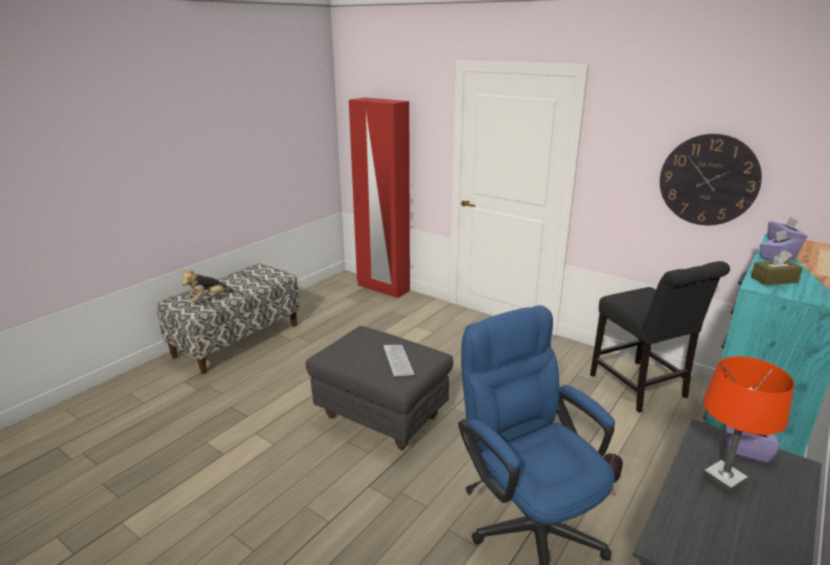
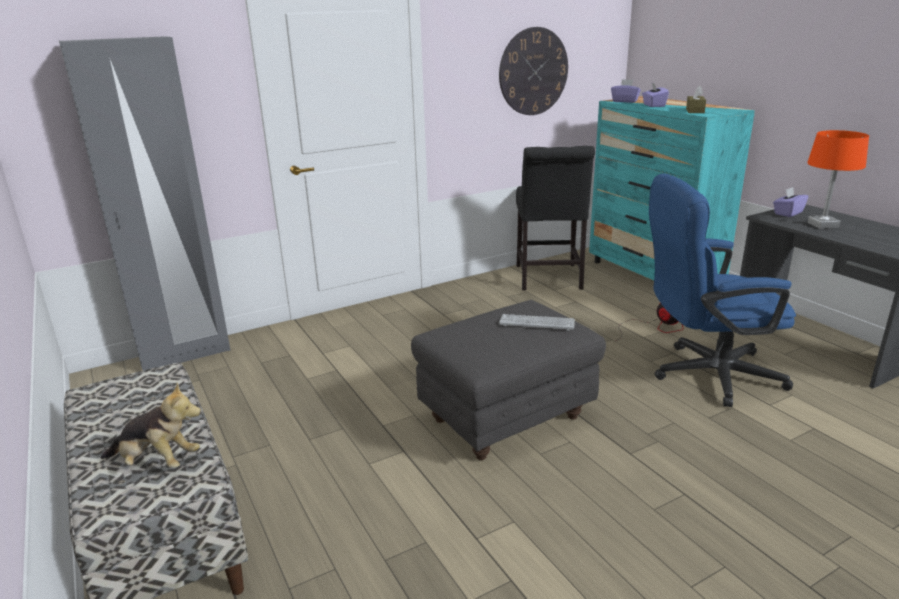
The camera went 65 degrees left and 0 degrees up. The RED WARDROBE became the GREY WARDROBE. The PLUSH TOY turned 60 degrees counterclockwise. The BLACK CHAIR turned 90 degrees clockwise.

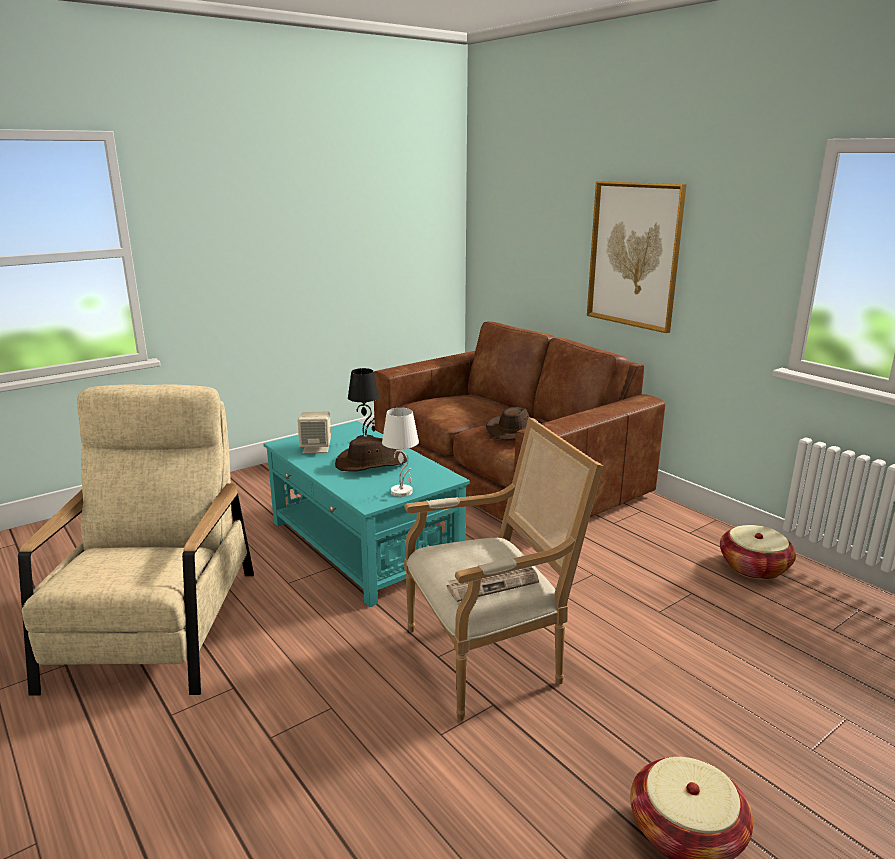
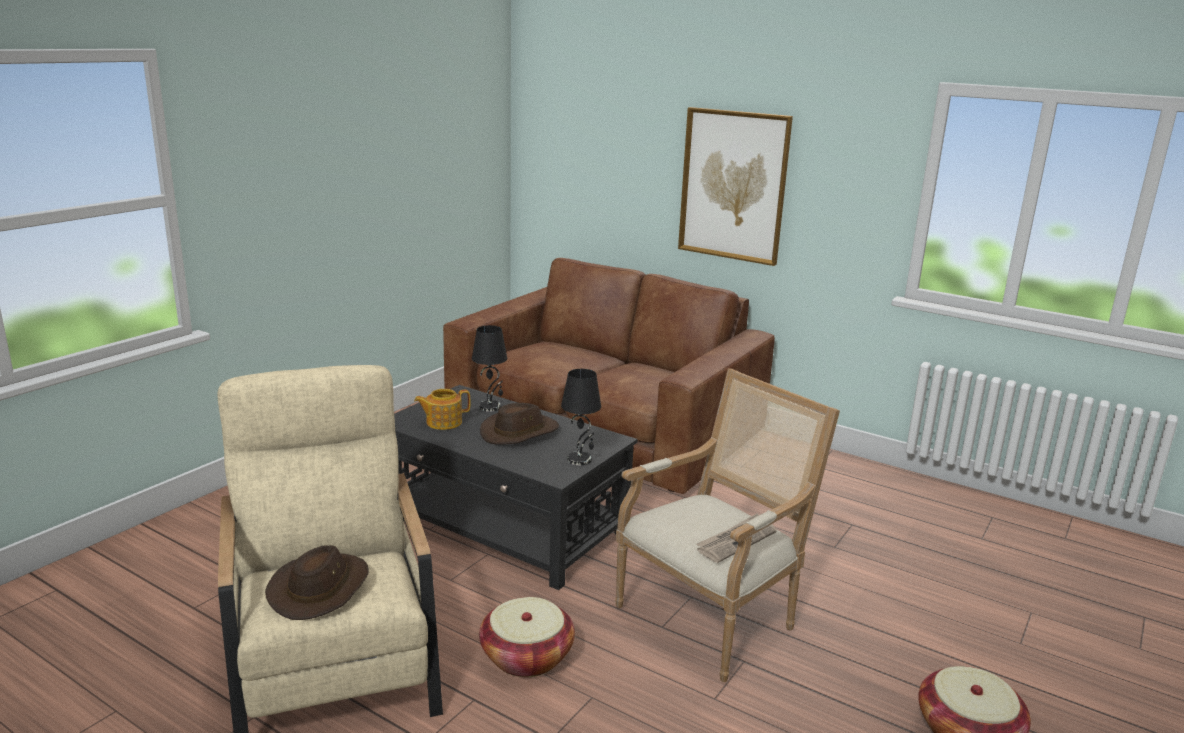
The camera went 20 degrees left and 0 degrees up. The BROWN HAT (2nd from left in the first image) moved. The TURQUOISE COFFEE TABLE became the BLACK COFFEE TABLE. The BEIGE SPEAKER was replaced by the TEAPOT. The BASKET (2nd from left in the first image) moved. The WHITE TABLE LAMP became the BLACK TABLE LAMP (2nd from left).

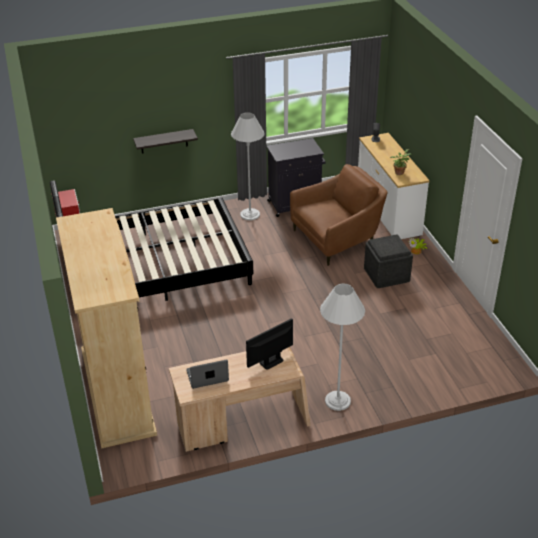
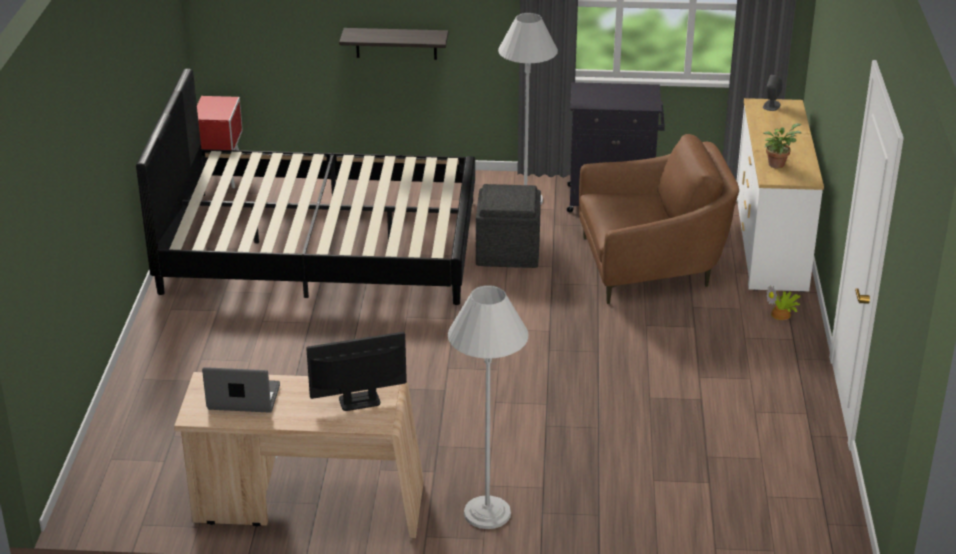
The camera went 20 degrees right and 5 degrees down. The GREY OTTOMAN moved. The BEIGE WARDROBE disappeared.

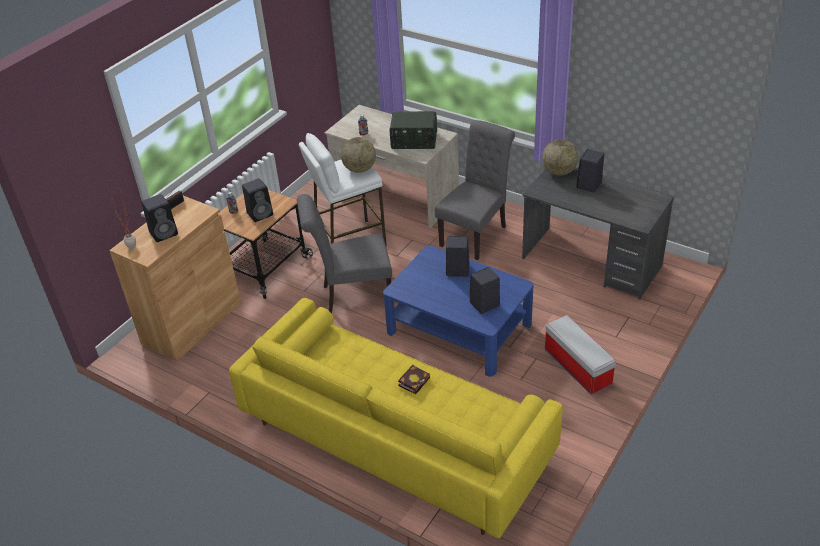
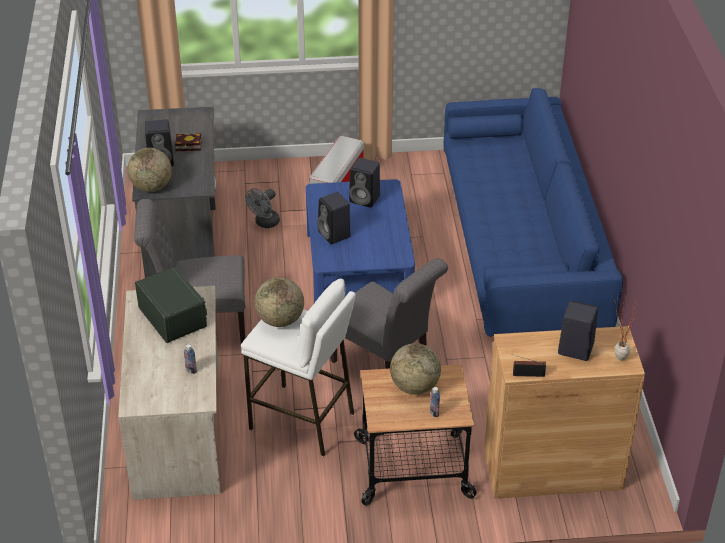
The camera went 130 degrees left and 0 degrees up. The BOOK moved. The GREY FAN appeared. The BLACK SPEAKER (2nd from left) was replaced by the GLOBE (3rd from left). The YELLOW SOFA became the BLUE SOFA.

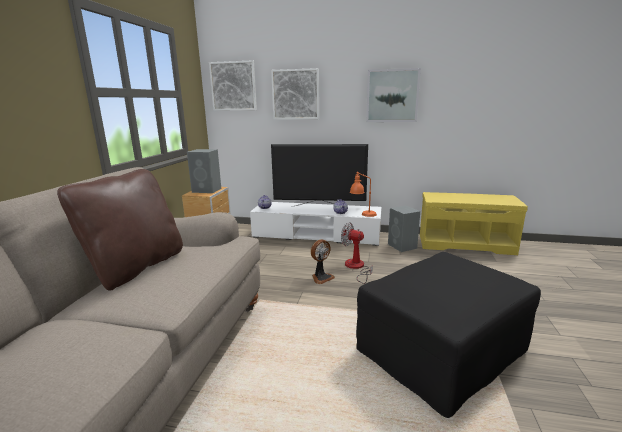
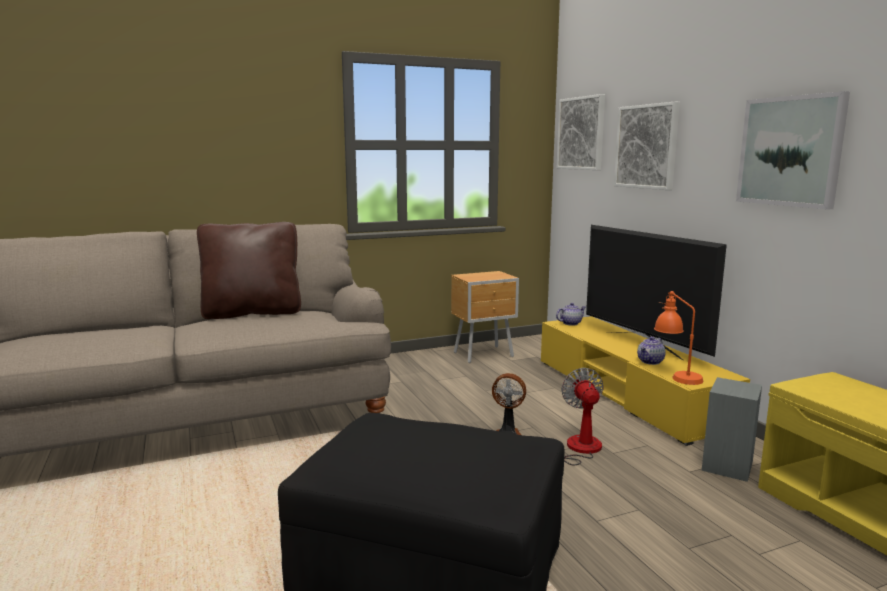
The camera went 55 degrees right and 5 degrees down. The WHITE TV STAND became the YELLOW TV STAND. The GREY SPEAKER (1st from left) disappeared.

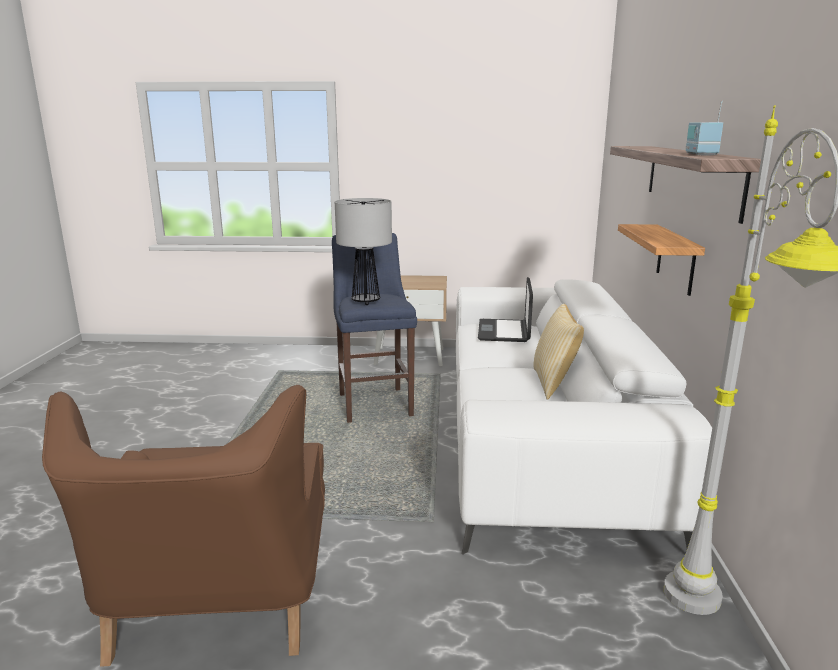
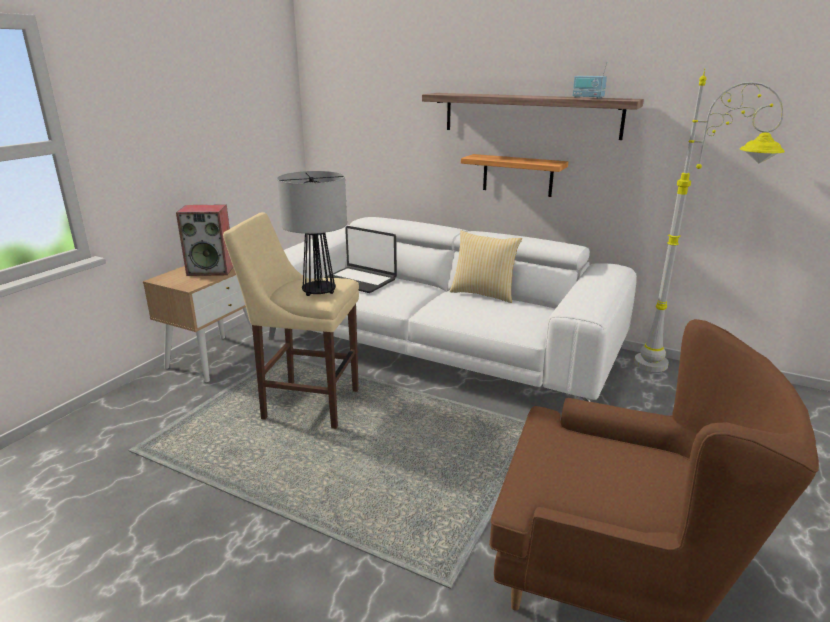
The camera went 65 degrees left and 5 degrees up. The SPEAKER appeared. The BLUE STOOL became the BEIGE STOOL.

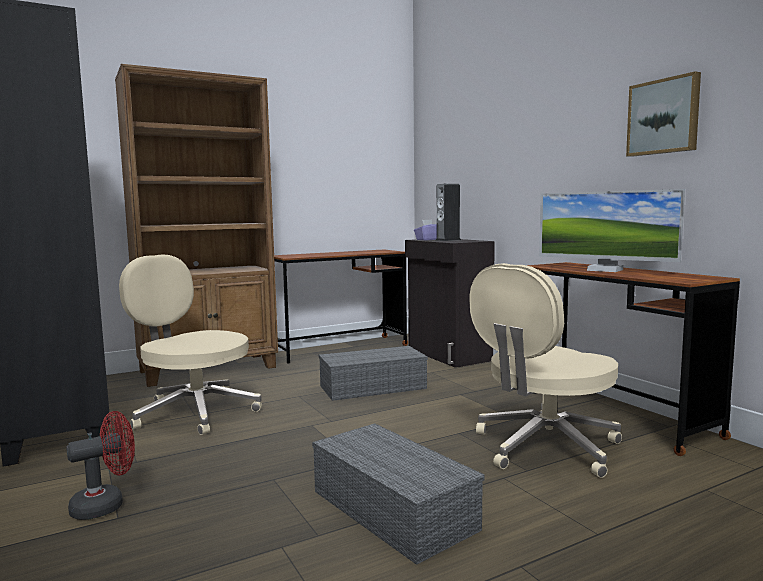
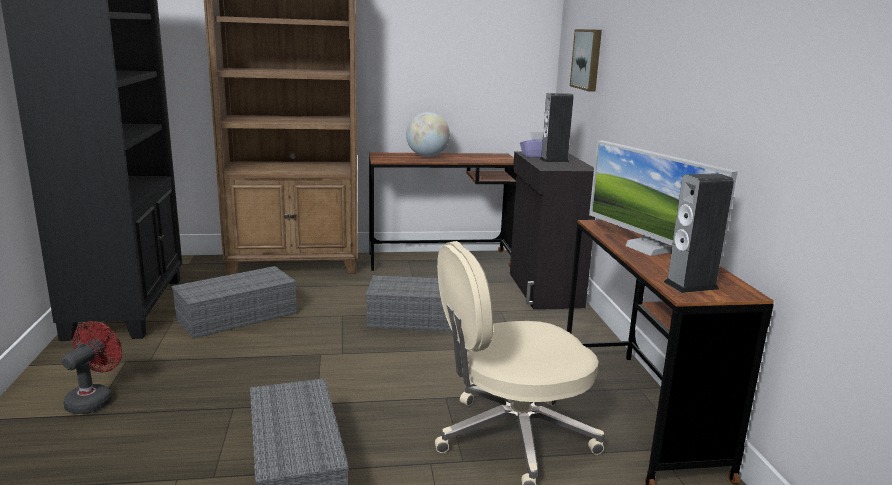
The camera went 20 degrees right and 10 degrees up. The RED FAN turned 60 degrees counterclockwise. The BEIGE OFFICE CHAIR (1st from left) was replaced by the GREY STORAGE BOX (1st from left). The GLOBE appeared. The PICTURE moved. The SPEAKER (2nd from left) appeared.

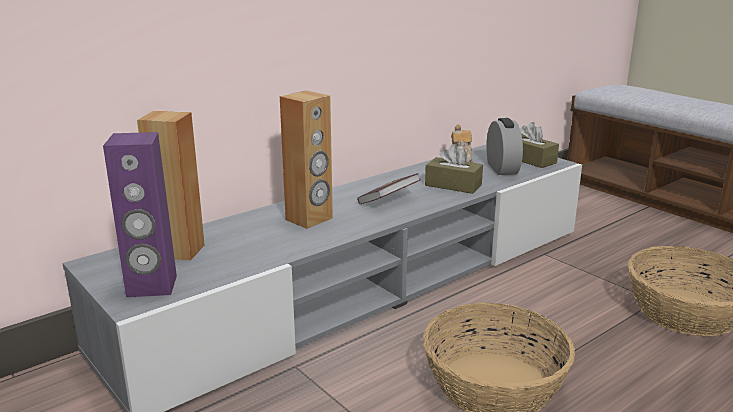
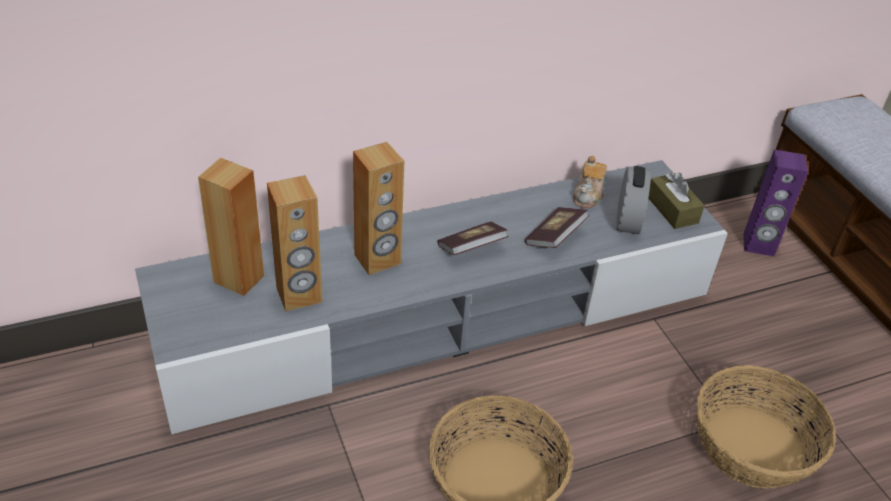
The camera went 15 degrees right and 20 degrees up. The BROWN SPEAKER (2nd from left) appeared. The BROWN TISSUE BOX (1st from left) was replaced by the BOOK (2nd from left). The PURPLE SPEAKER moved.

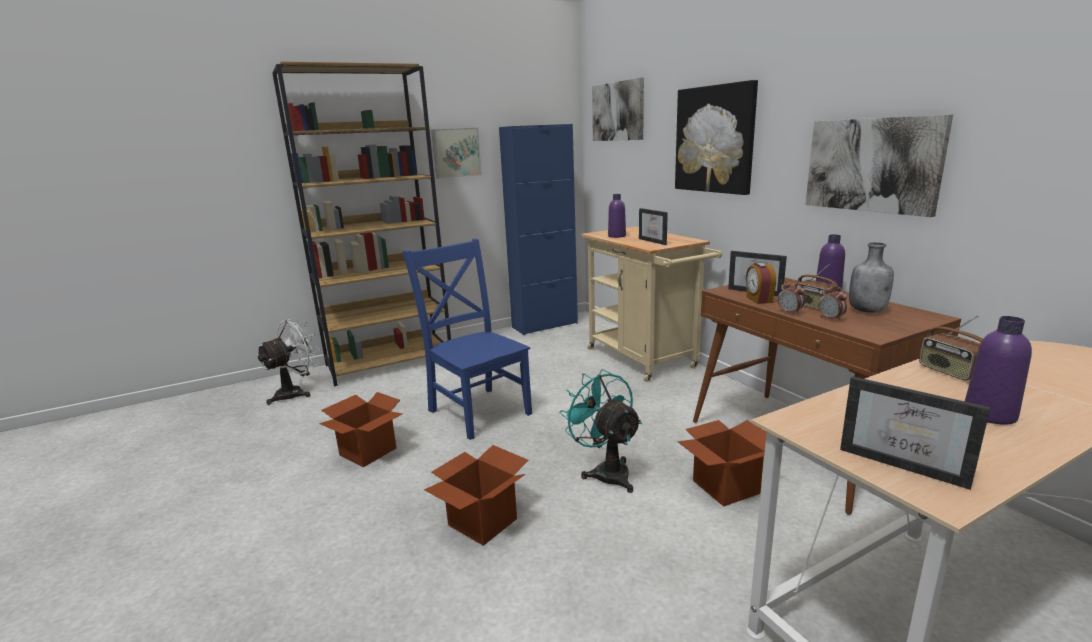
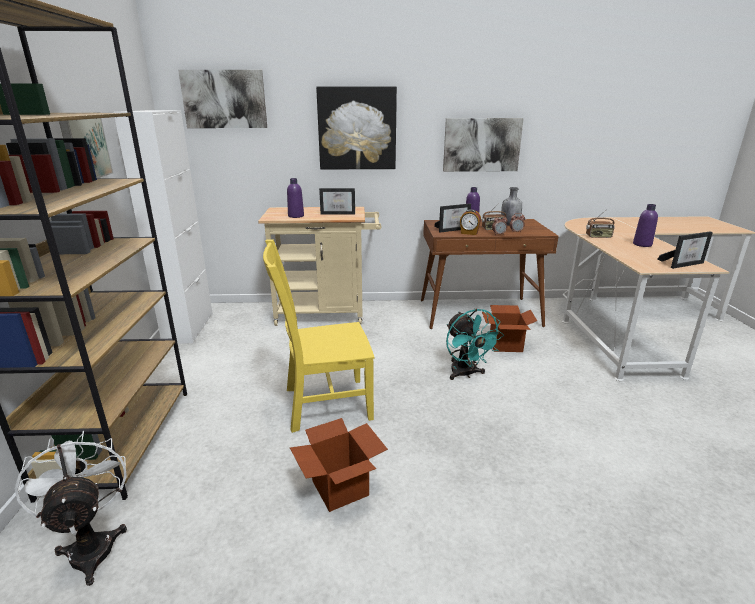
The camera went 65 degrees left and 5 degrees up. The BLUE CABINET became the WHITE CABINET. The BLUE CHAIR became the YELLOW CHAIR. The TURQUOISE FAN turned 105 degrees counterclockwise. The CARDBOARD BOX (2nd from left) disappeared.

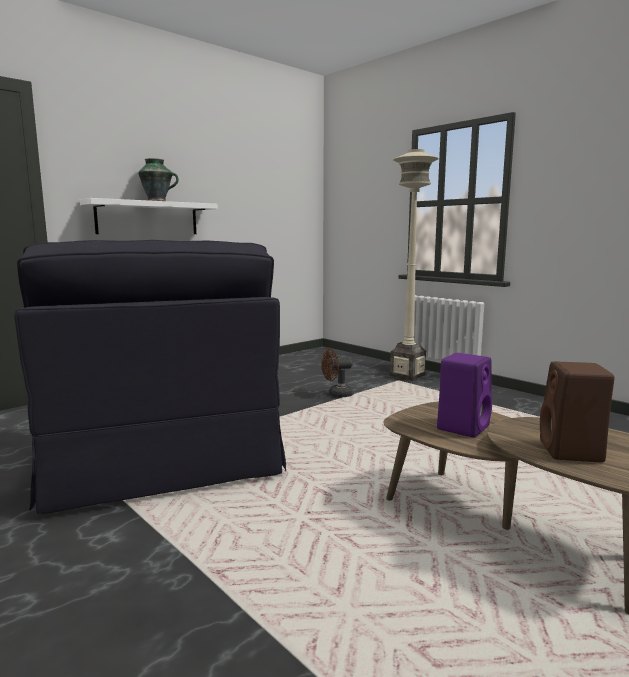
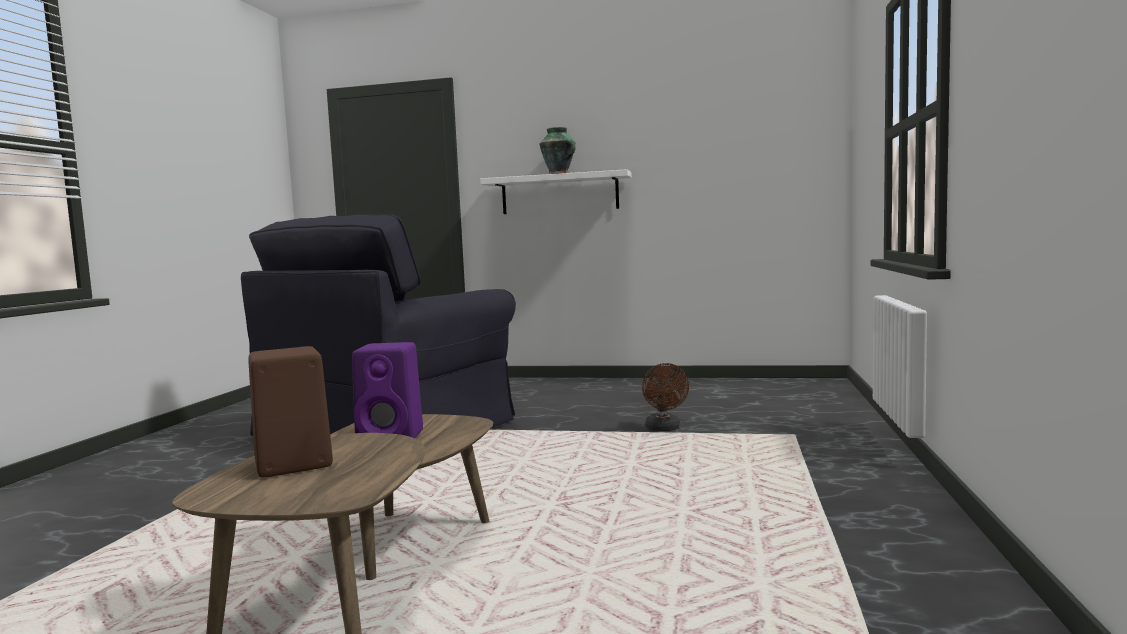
The camera went 55 degrees right and 5 degrees down. The BROWN FAN turned 135 degrees counterclockwise. The BEIGE FLOOR LAMP disappeared.

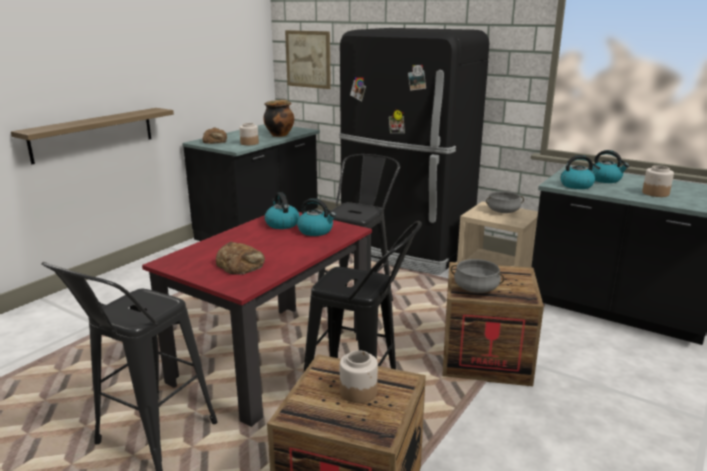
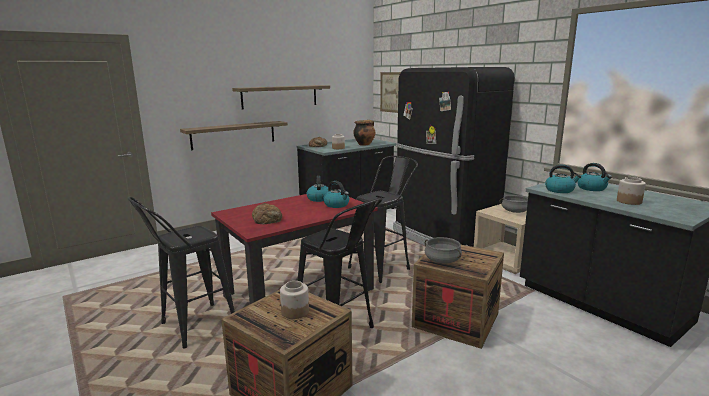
The camera went 20 degrees right and 5 degrees down. The SHELF (2nd from left) appeared.

